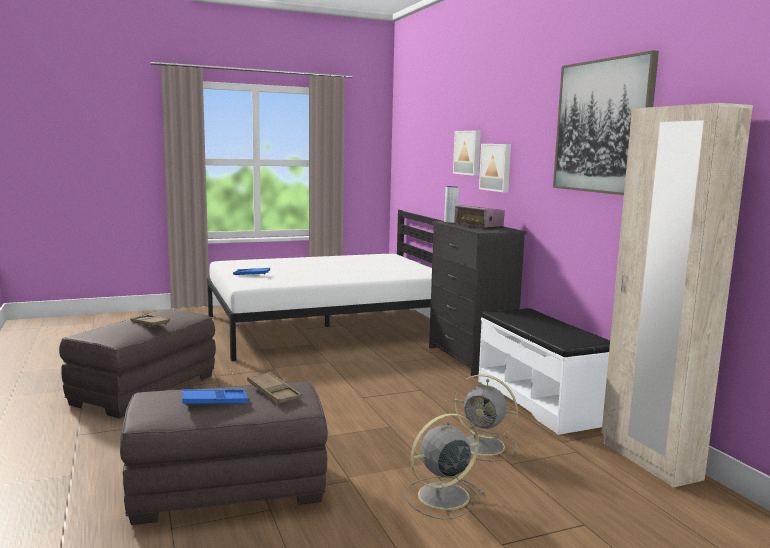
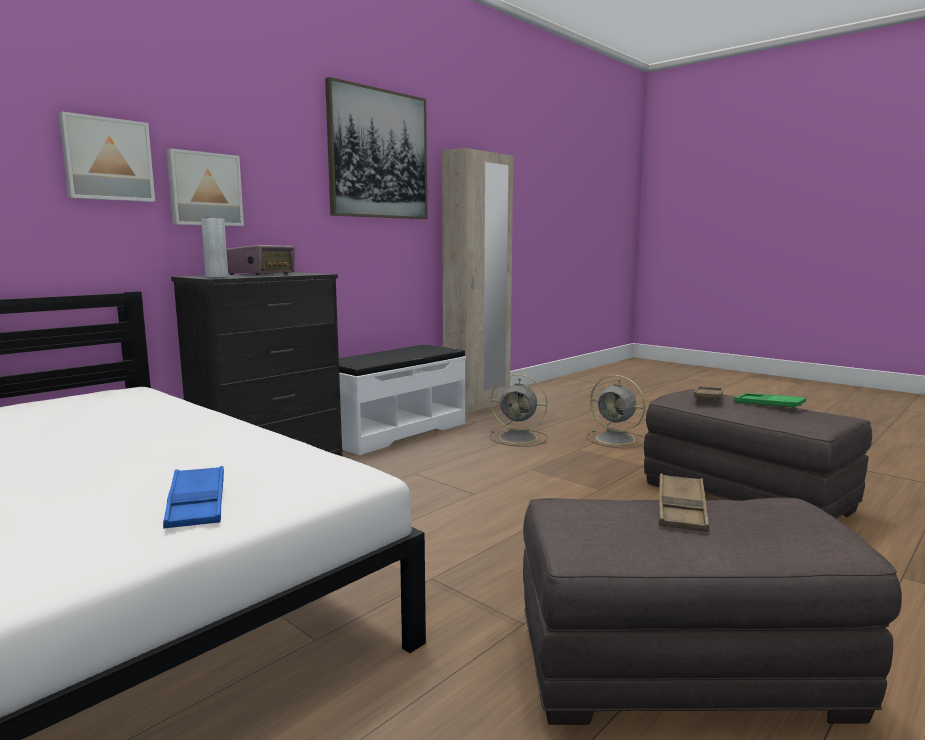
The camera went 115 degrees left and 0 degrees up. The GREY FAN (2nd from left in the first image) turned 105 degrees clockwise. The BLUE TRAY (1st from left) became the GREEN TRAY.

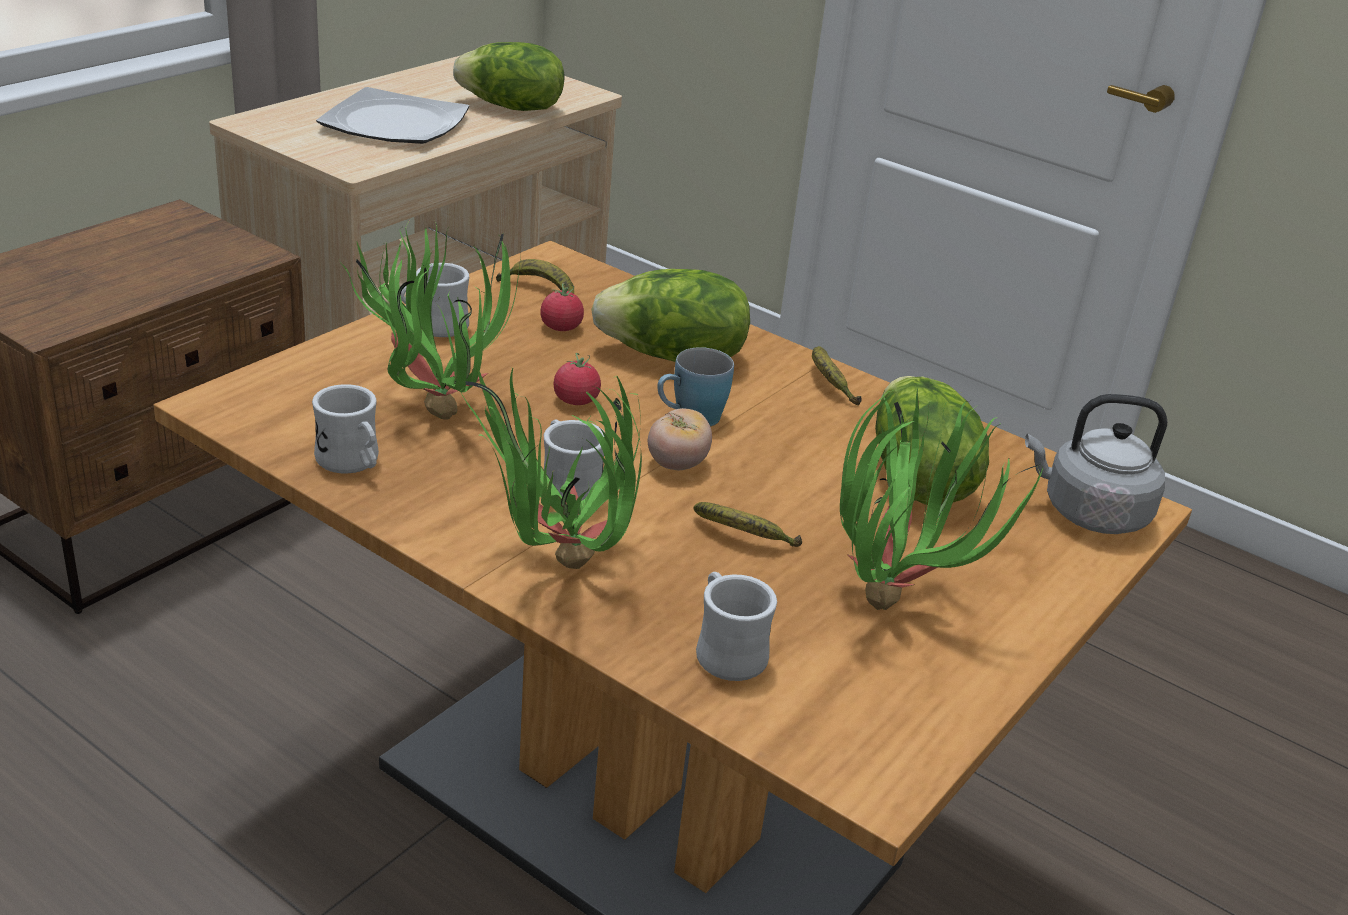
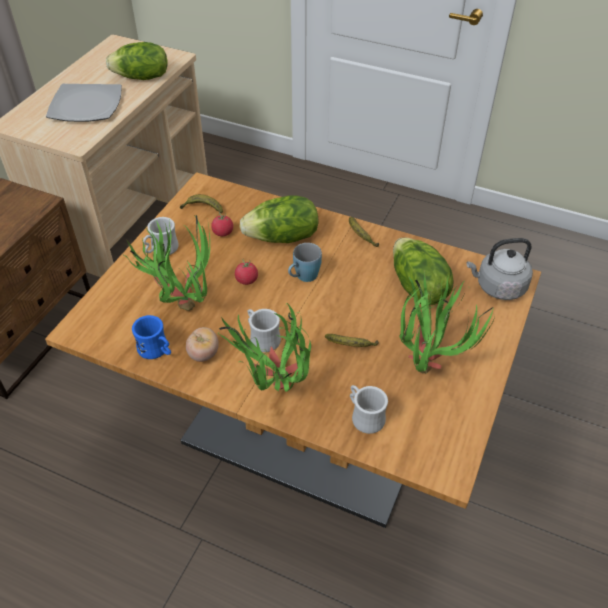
The camera went 10 degrees left and 15 degrees up. The WHITE MUG (1st from left) became the BLUE MUG (1st from left). The TOMATO (3rd from left in the first image) moved.

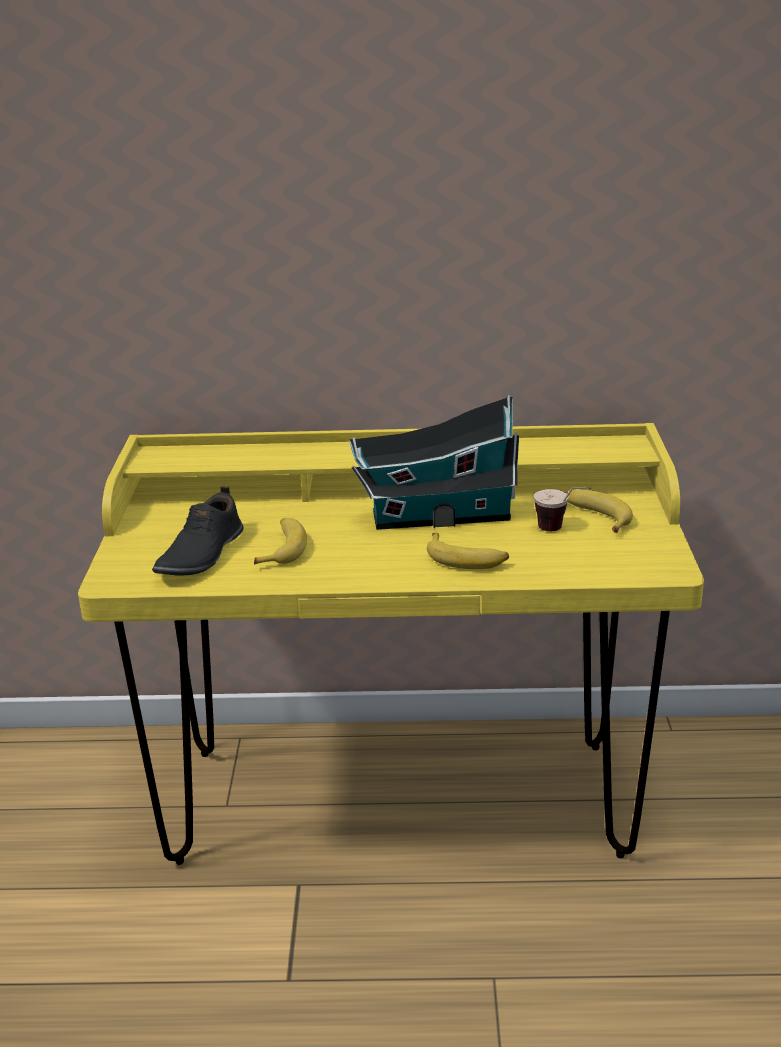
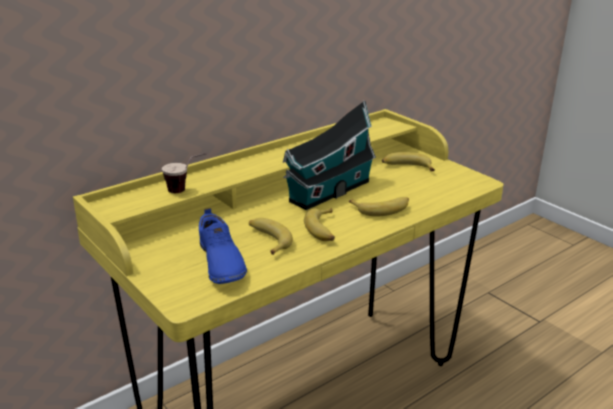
The camera went 40 degrees left and 0 degrees up. The CUP moved. The BLACK SHOE became the BLUE SHOE. The BANANA (2nd from left) appeared.

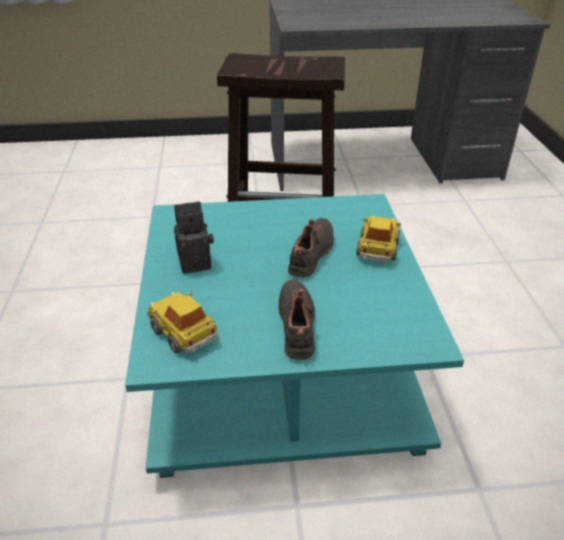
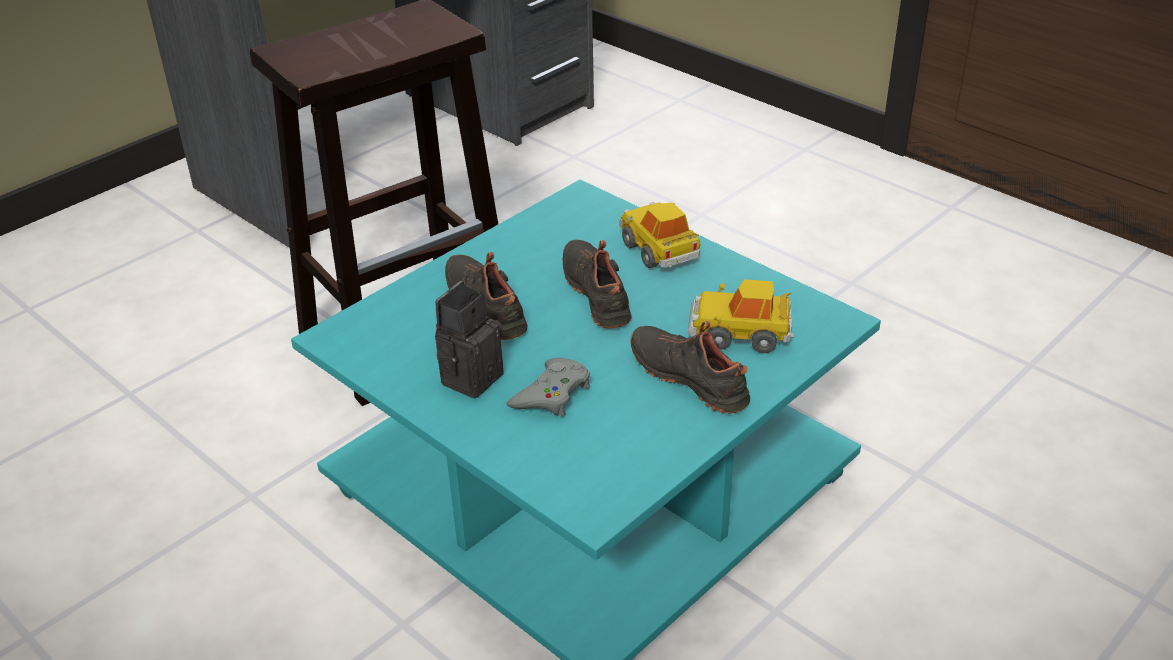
The camera went 40 degrees left and 0 degrees up. The BLACK SHOE (1st from left) appeared. The GREY GAME CONTROLLER appeared. The TOY CAR (1st from left in the first image) moved.

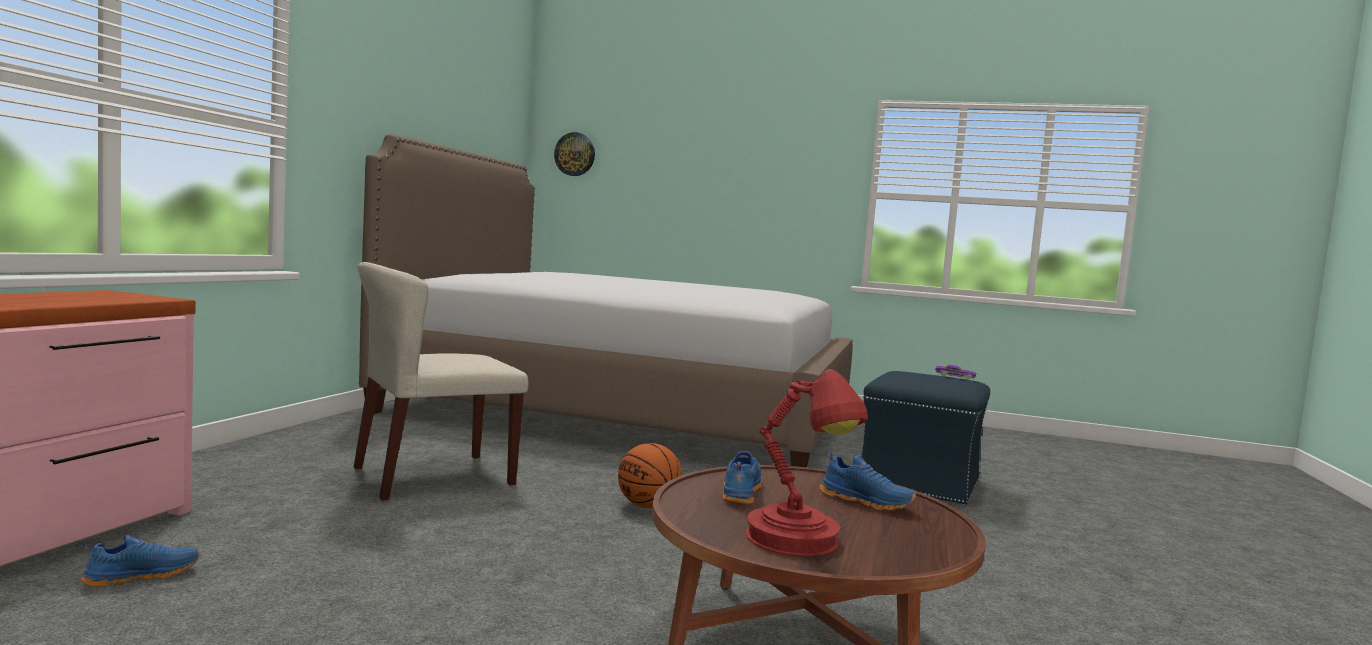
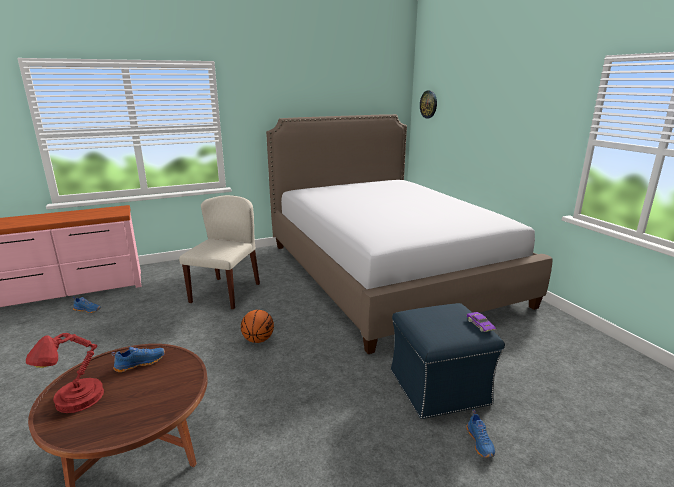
The camera went 50 degrees right and 15 degrees up. The BEIGE CHAIR turned 90 degrees clockwise. The BLUE SHOE (3rd from left) moved.

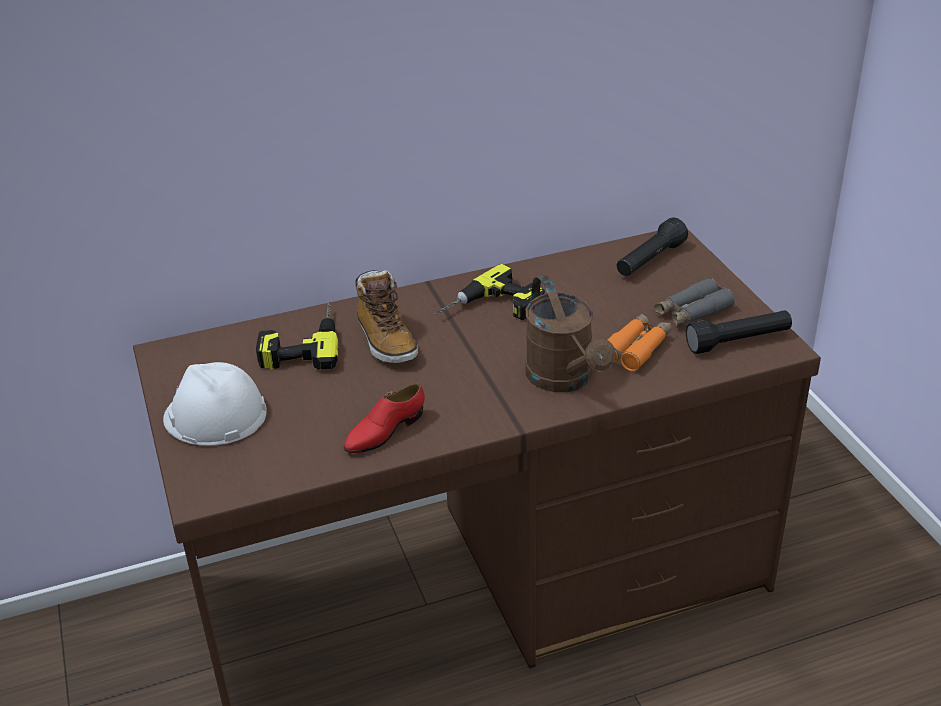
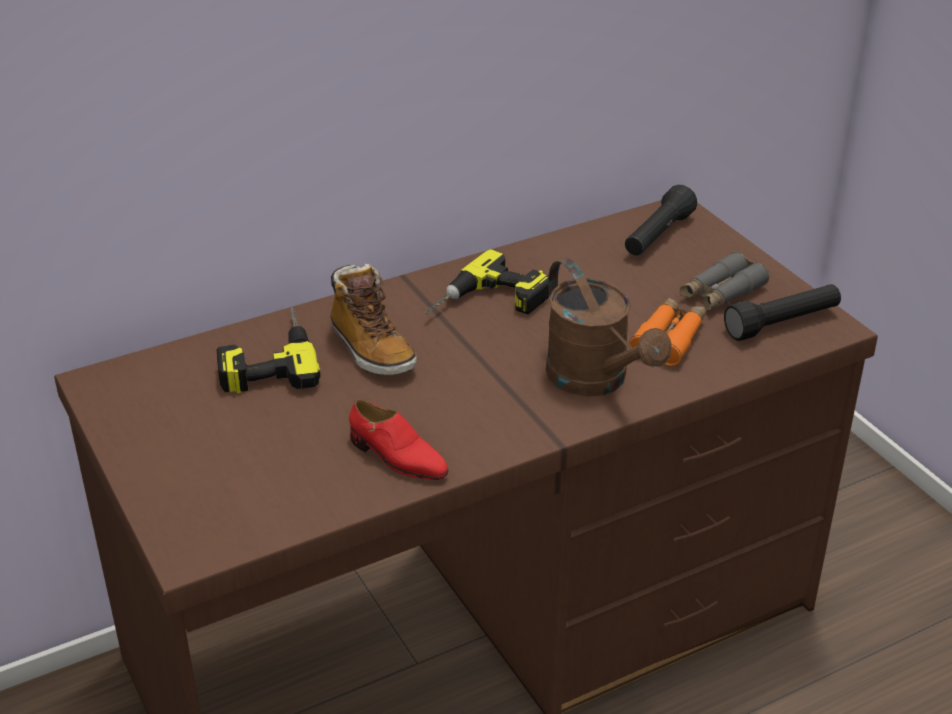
The camera went 10 degrees left and 0 degrees up. The RED SHOE turned 90 degrees counterclockwise. The WHITE HARD HAT disappeared.

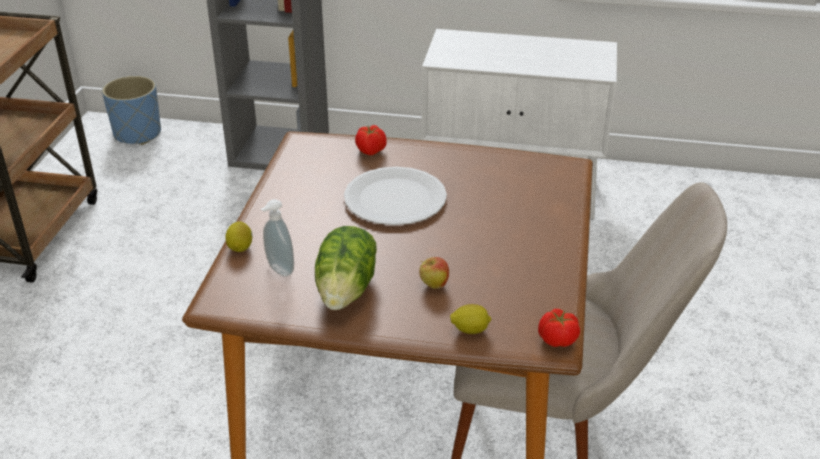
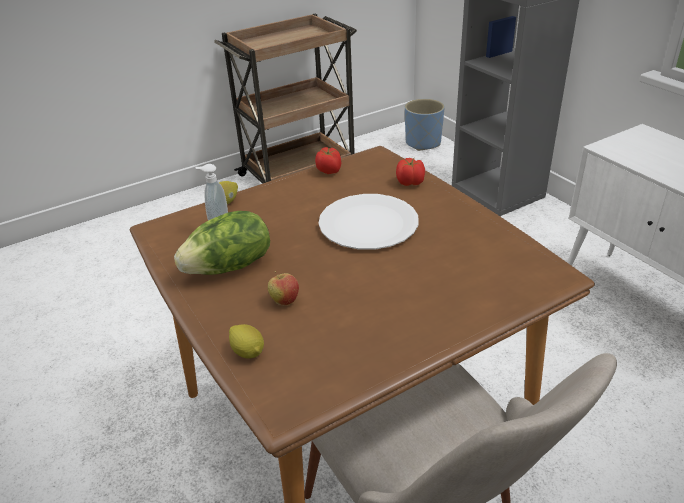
The camera went 50 degrees right and 0 degrees up. The TOMATO (2nd from left in the first image) moved.

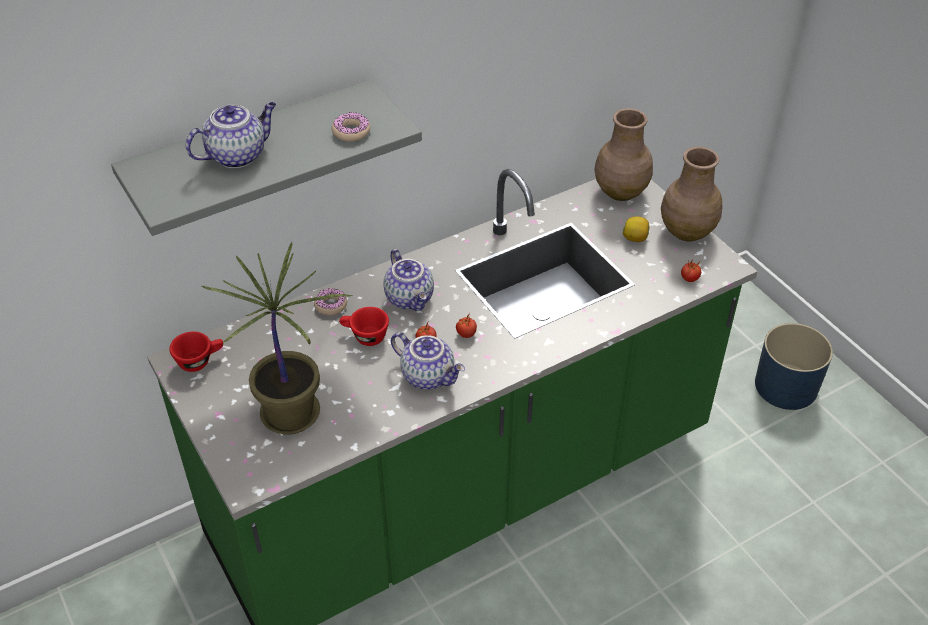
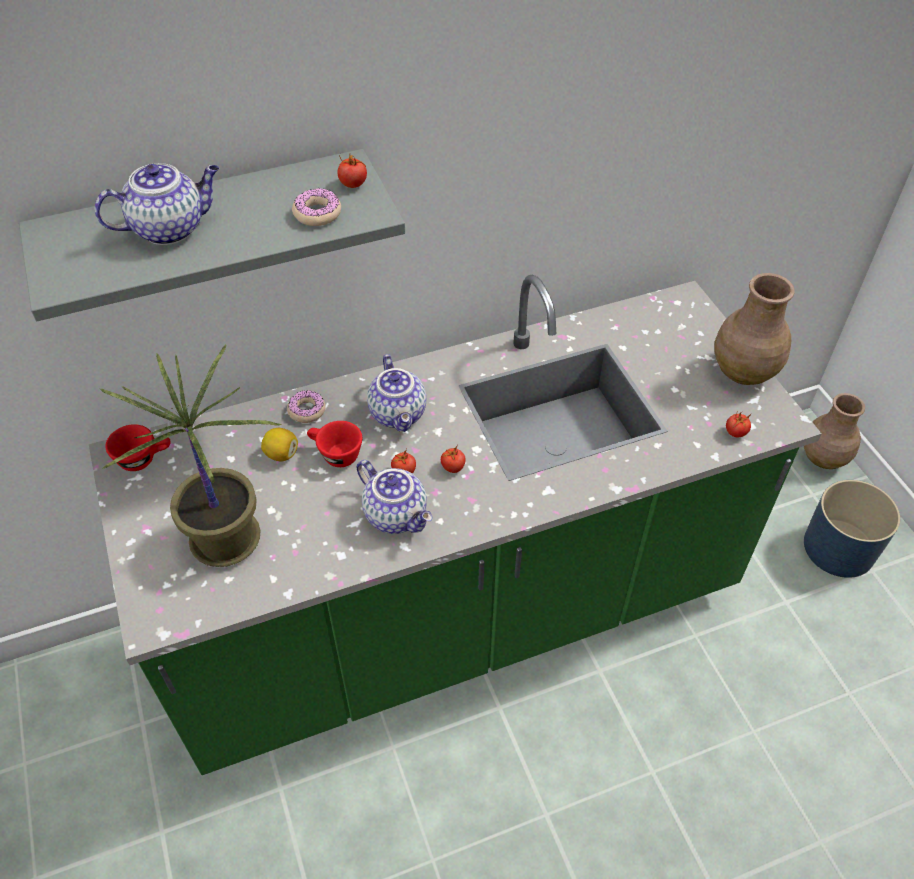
The camera went 10 degrees right and 5 degrees up. The LEMON moved. The TOMATO (1st from left) appeared. The BROWN VASE (1st from left in the first image) moved.

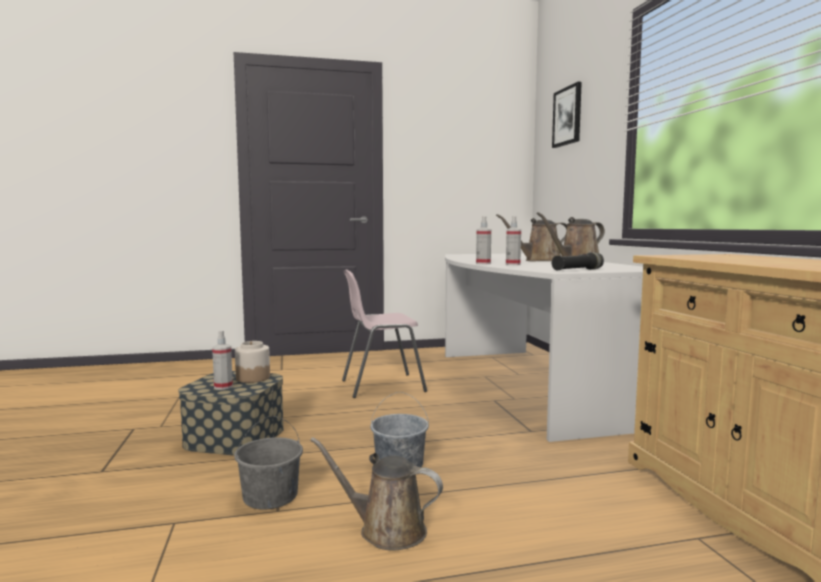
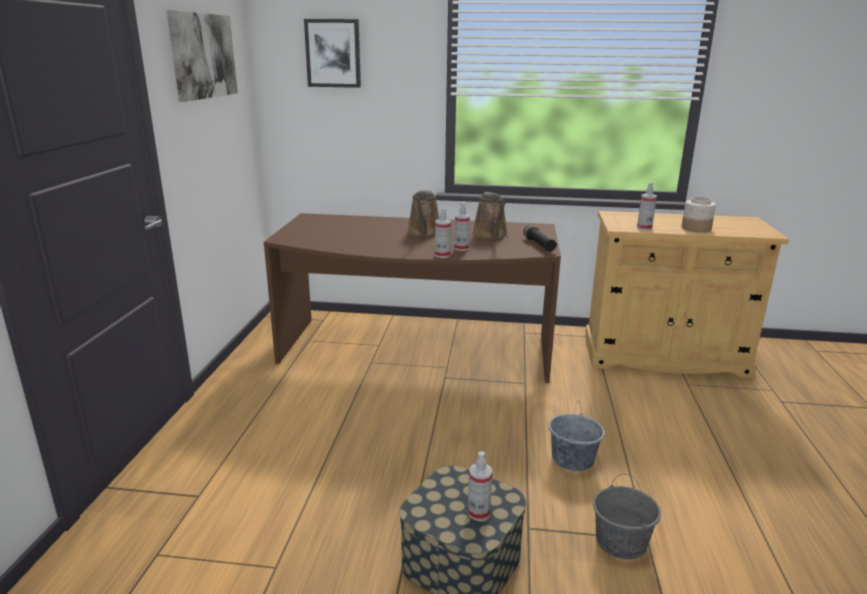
The camera went 70 degrees left and 15 degrees up. The PICTURE (1st from left) appeared. The WHITE DESK became the BROWN DESK. The SPRAY BOTTLE (4th from left) appeared. The JAR moved. The BROWN WATERING CAN (1st from left) disappeared. The PINK CHAIR disappeared.

